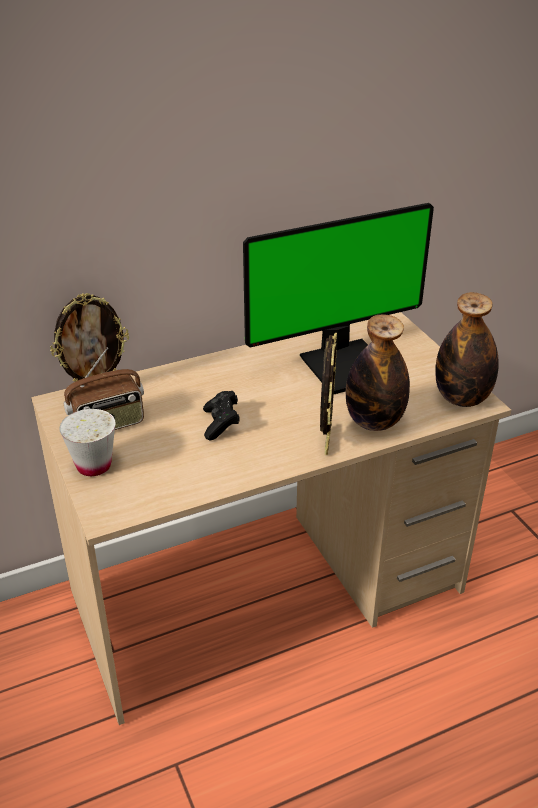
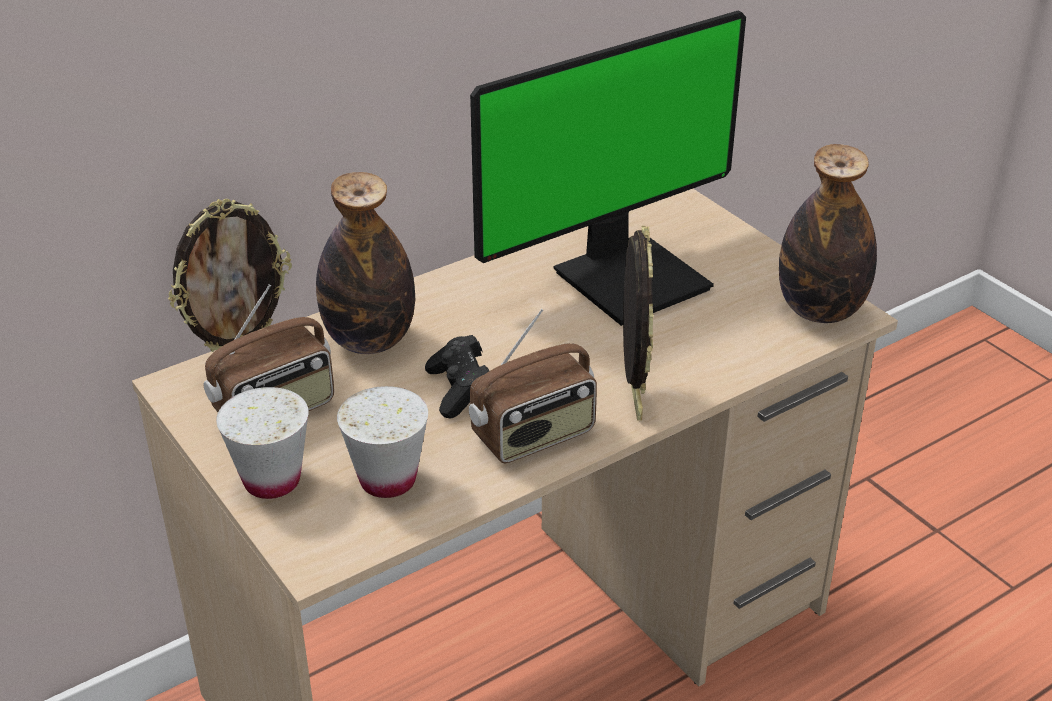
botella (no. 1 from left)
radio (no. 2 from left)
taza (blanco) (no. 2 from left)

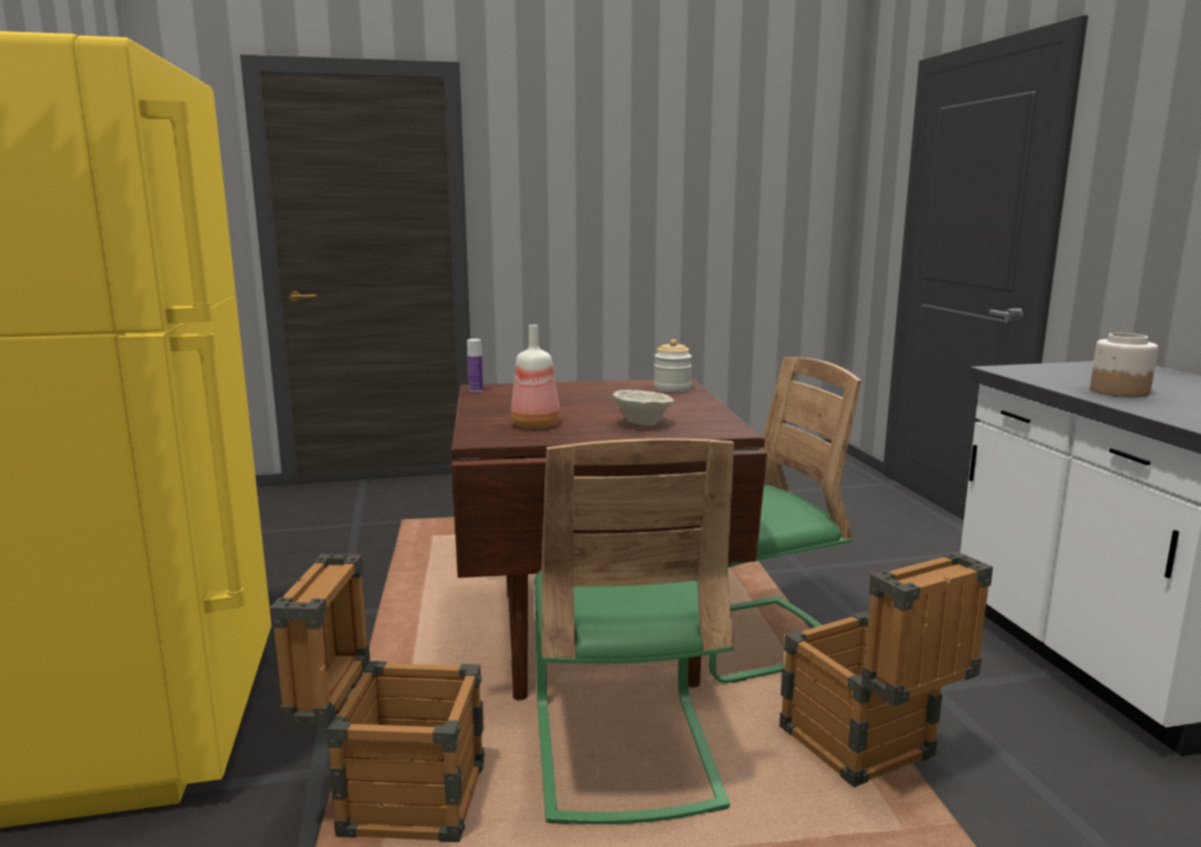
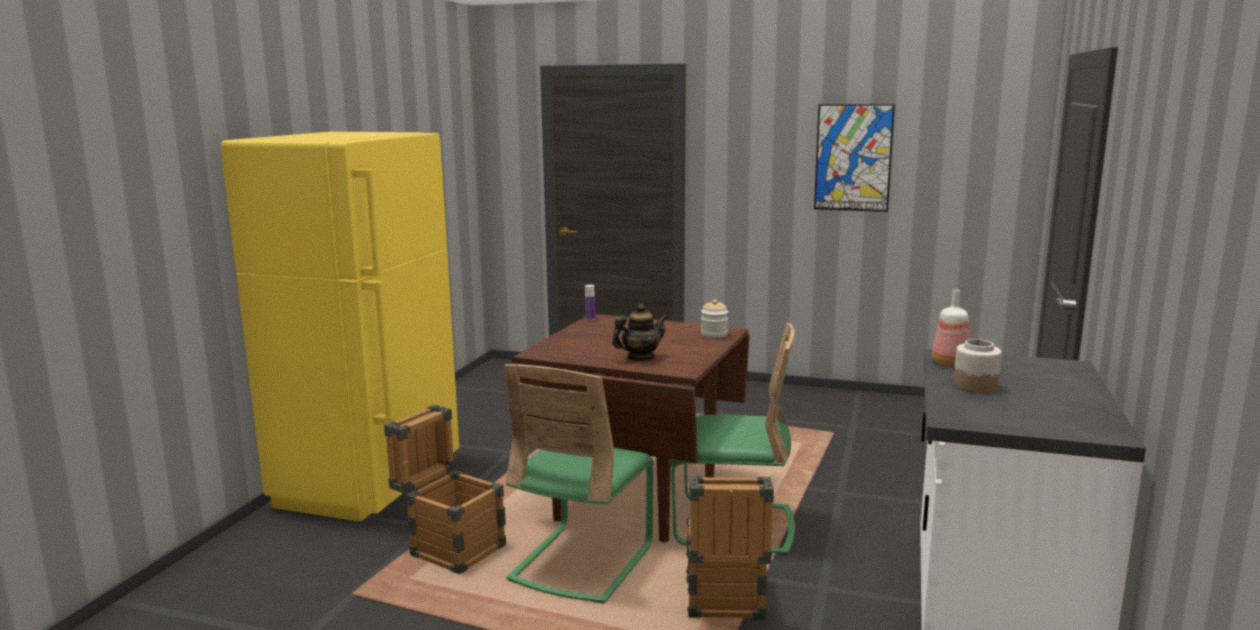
botella (no. 2 from left)
tetera
cuadro

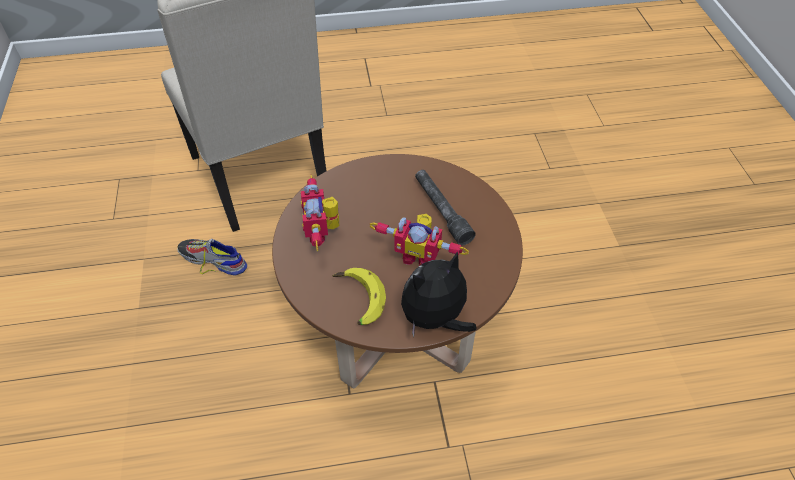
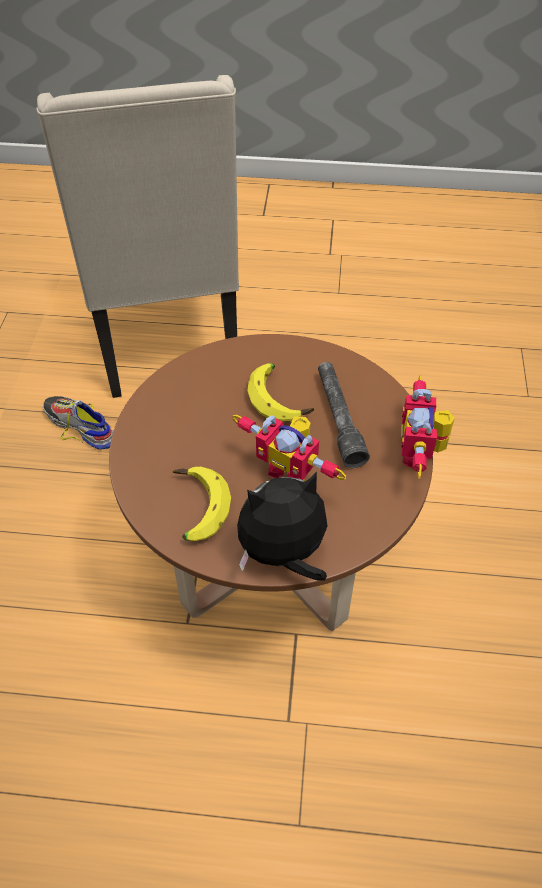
robot de juguete (no. 2 from left)
plátano (no. 2 from left)

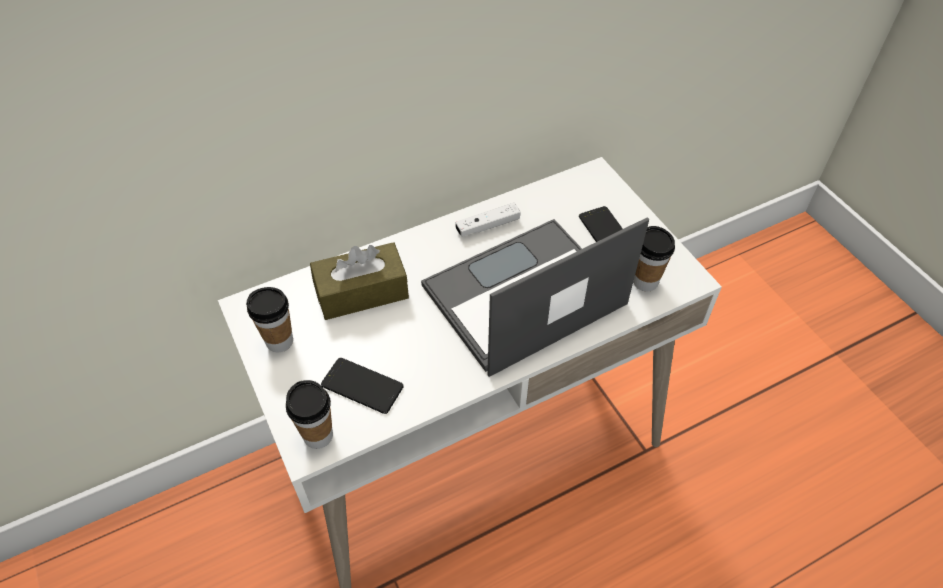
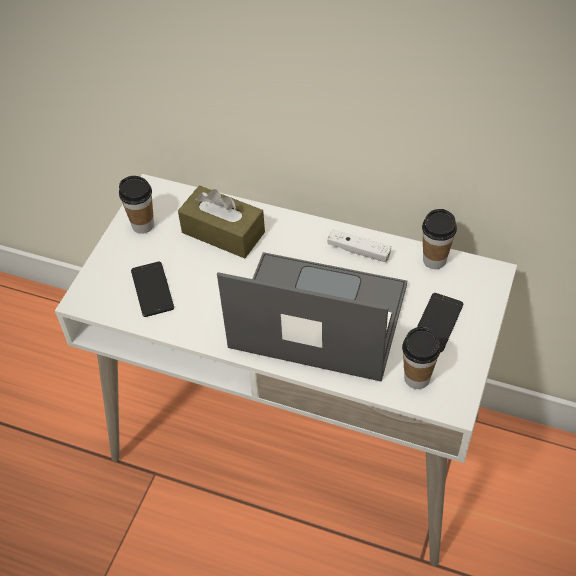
taza (no. 3 from left)

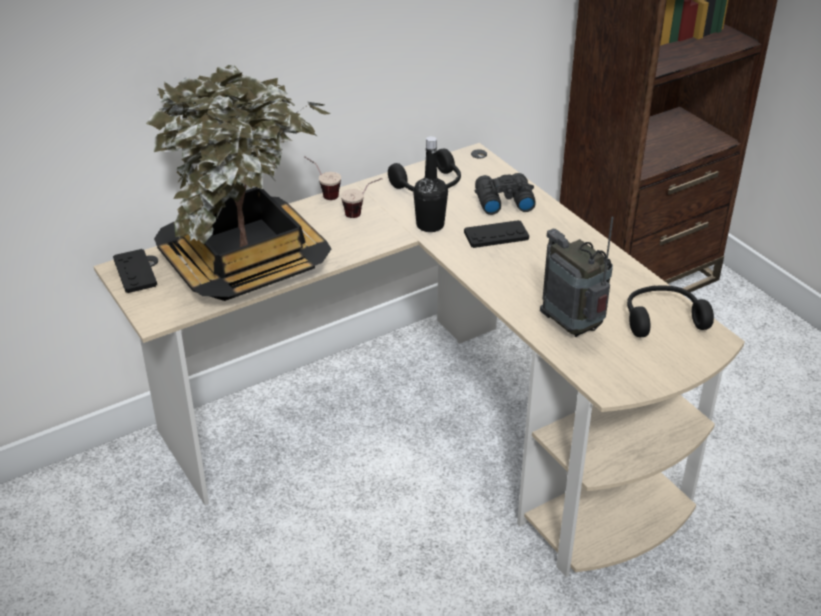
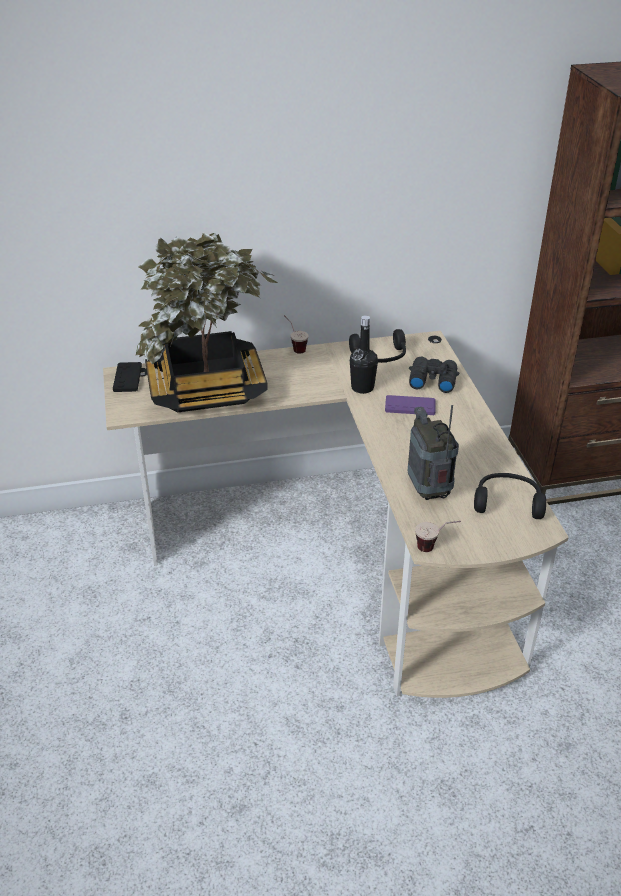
taza (no. 2 from left)
mando de consola (morado)

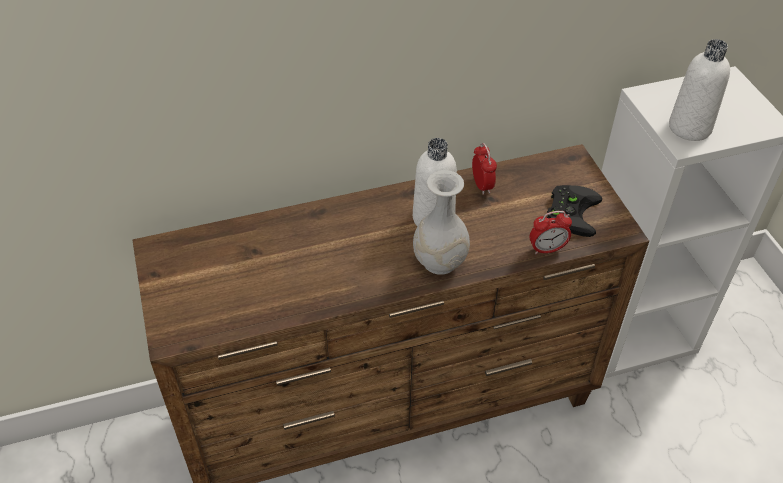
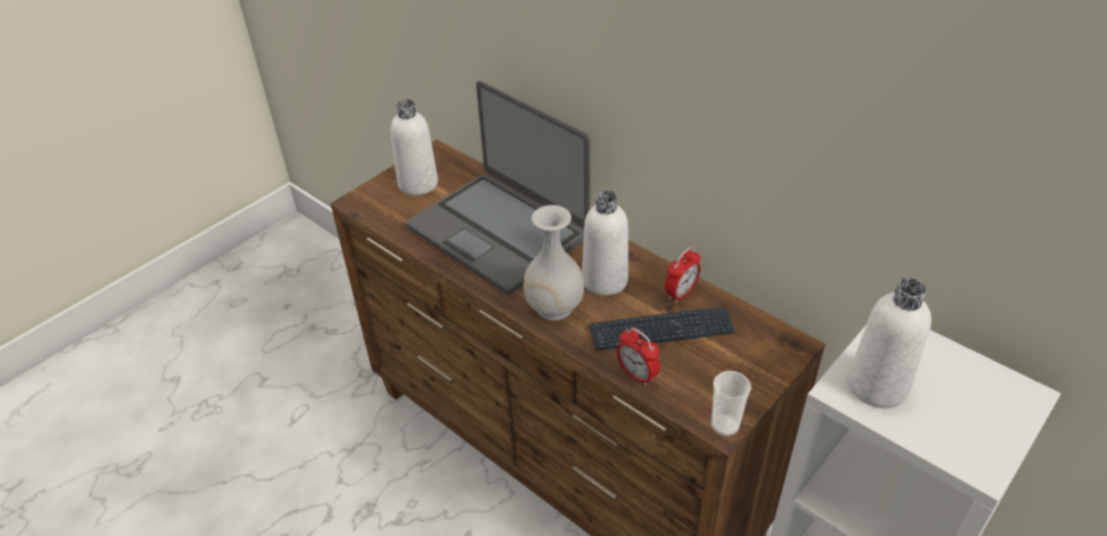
mando de consola (negro)
portátil
botella (blanco) (no. 1 from left)
teclado
taza

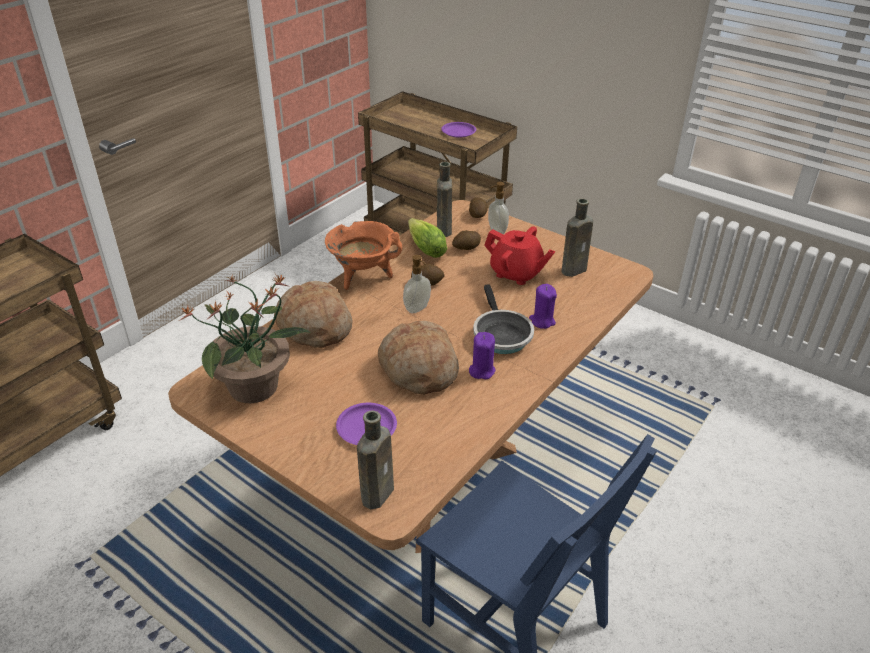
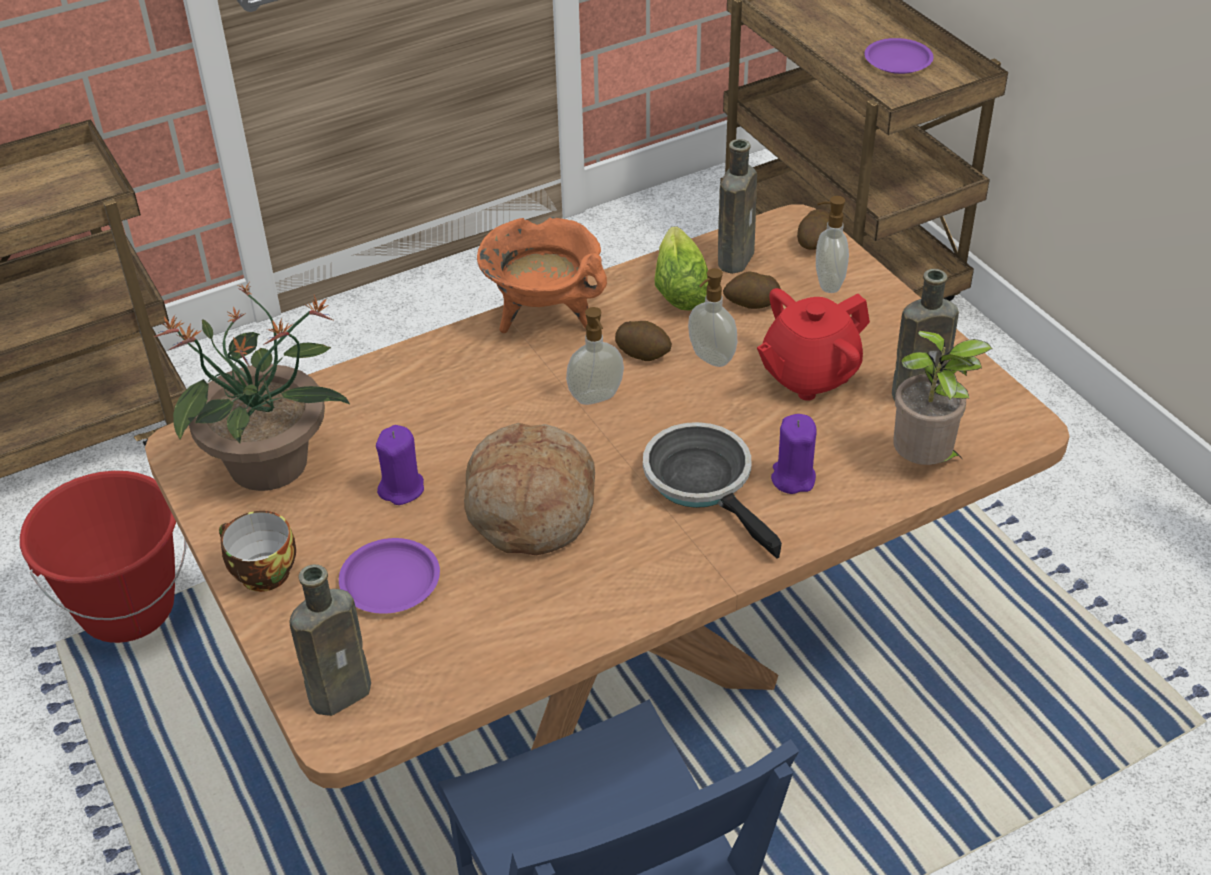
tetera (rojo)
pan (no. 1 from left in the first image)
sartén
vela (morado) (no. 1 from left)
dispensador de jabón (no. 2 from left)
planta en maceta (no. 2 from left)
cubo (rojo)
taza

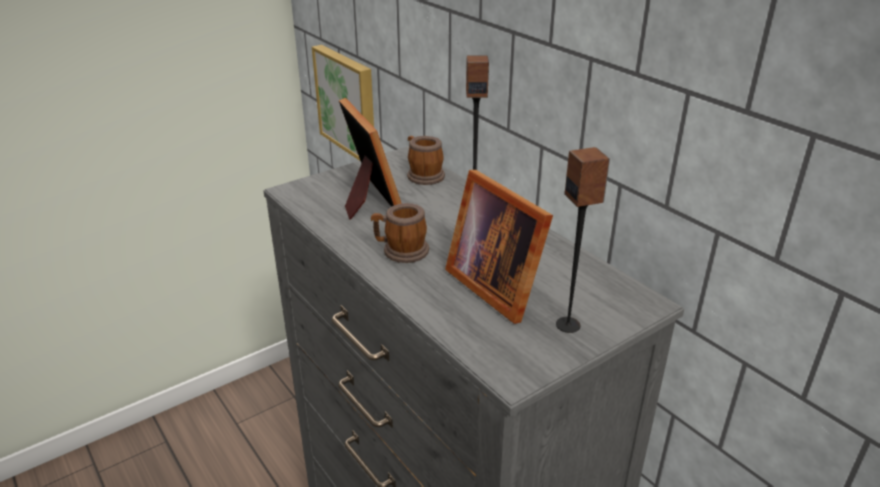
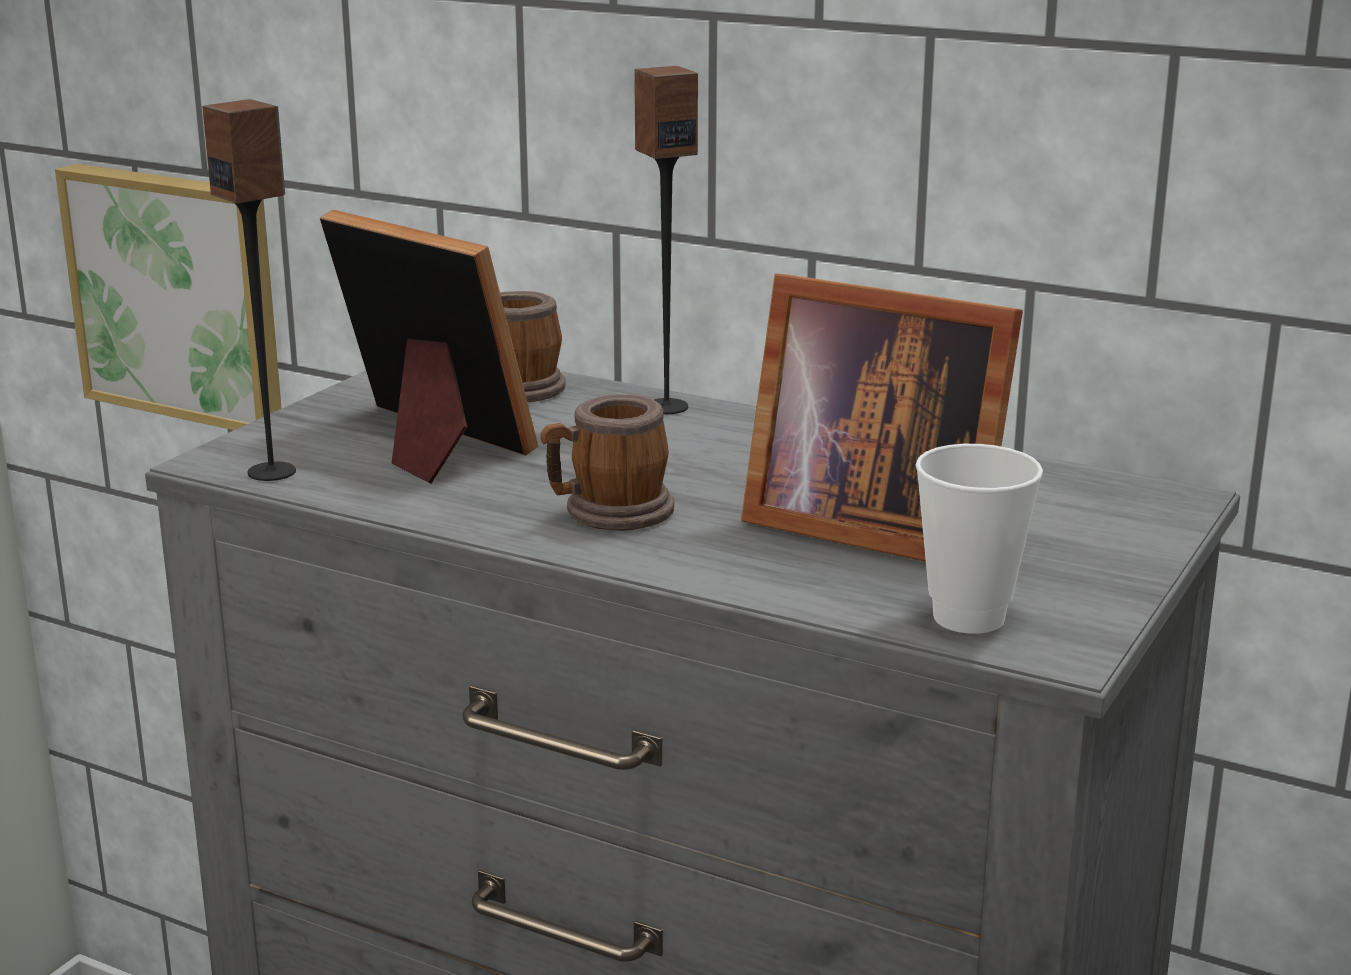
altavoz (no. 1 from left)
taza

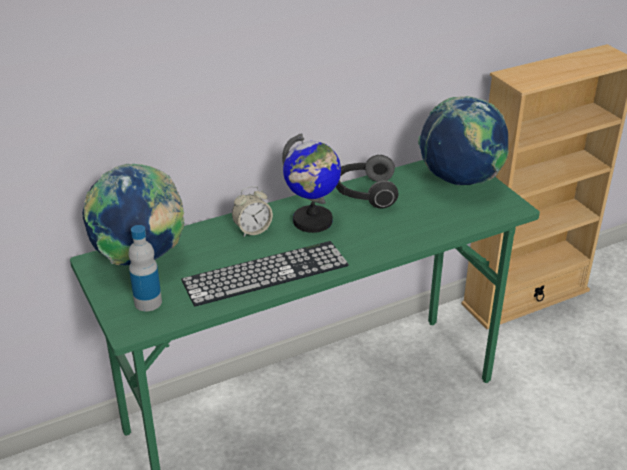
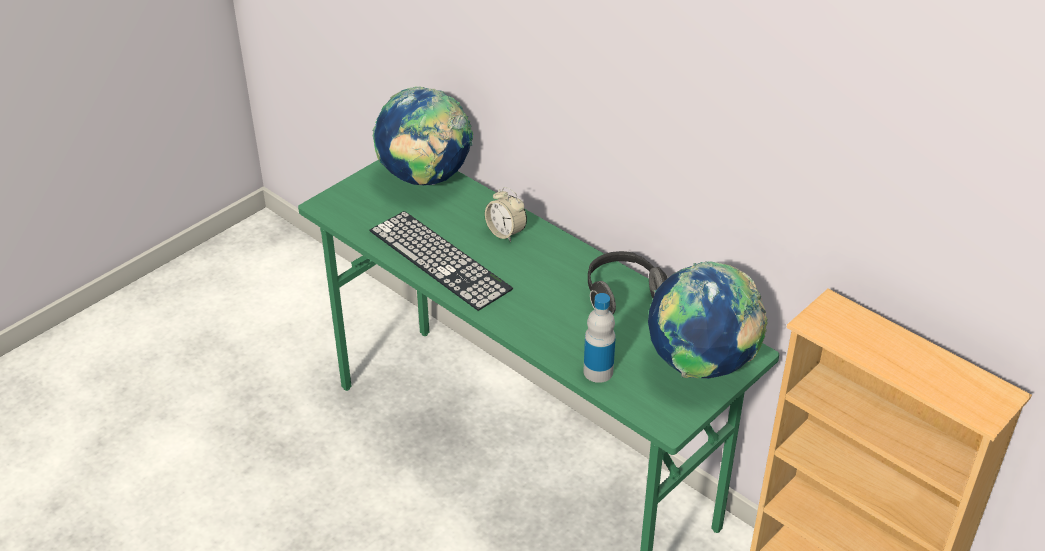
globo terráqueo (no. 2 from left in the first image)
botella

